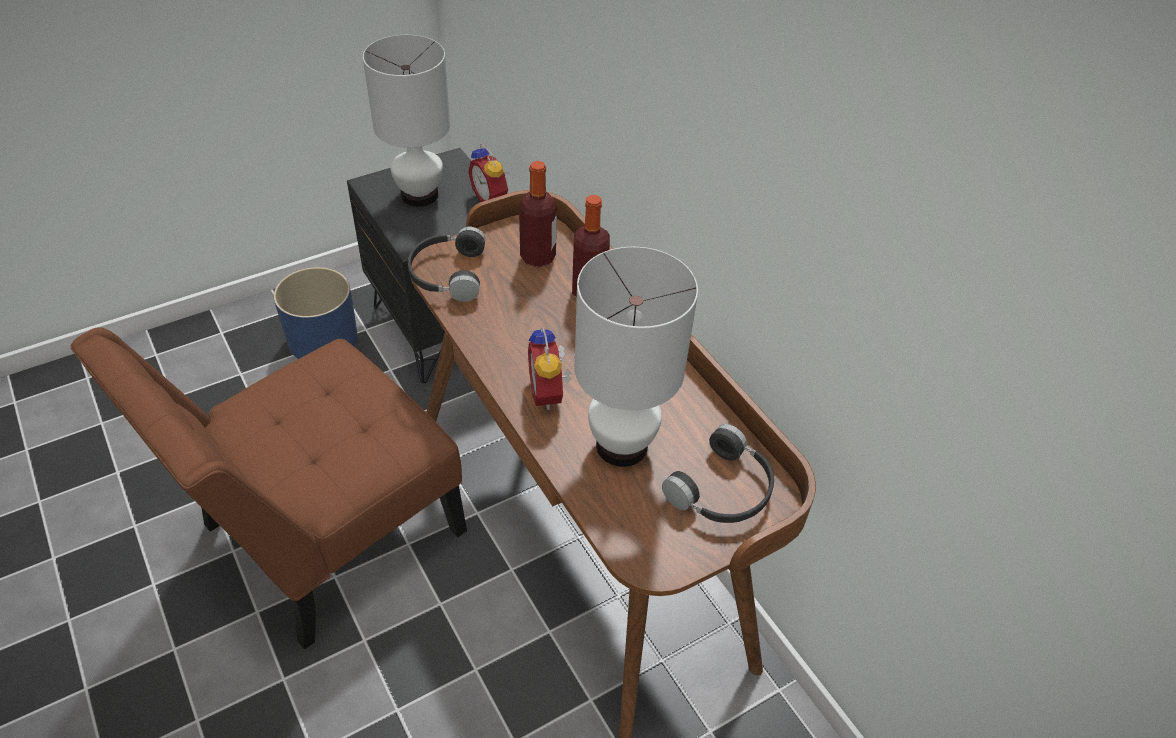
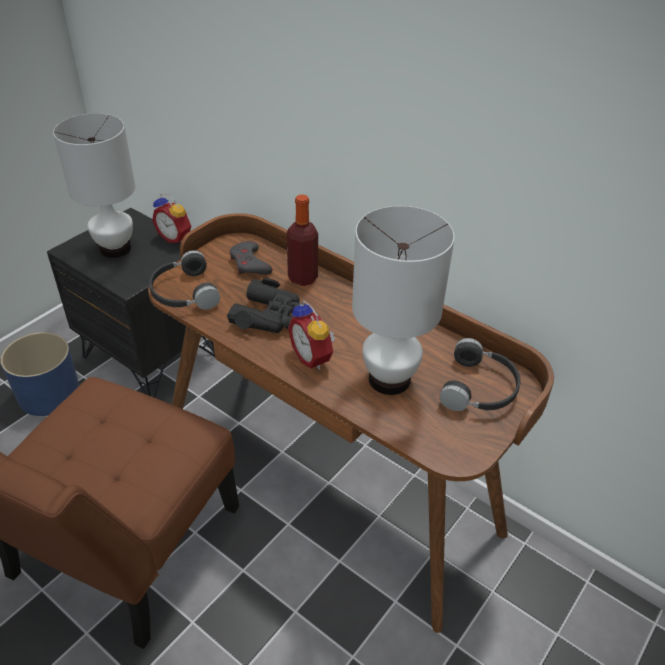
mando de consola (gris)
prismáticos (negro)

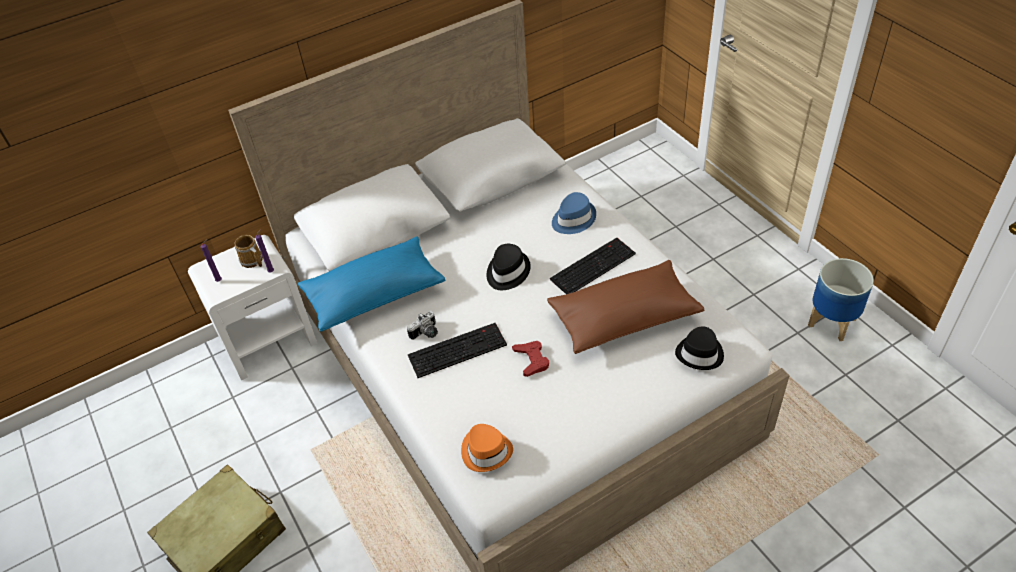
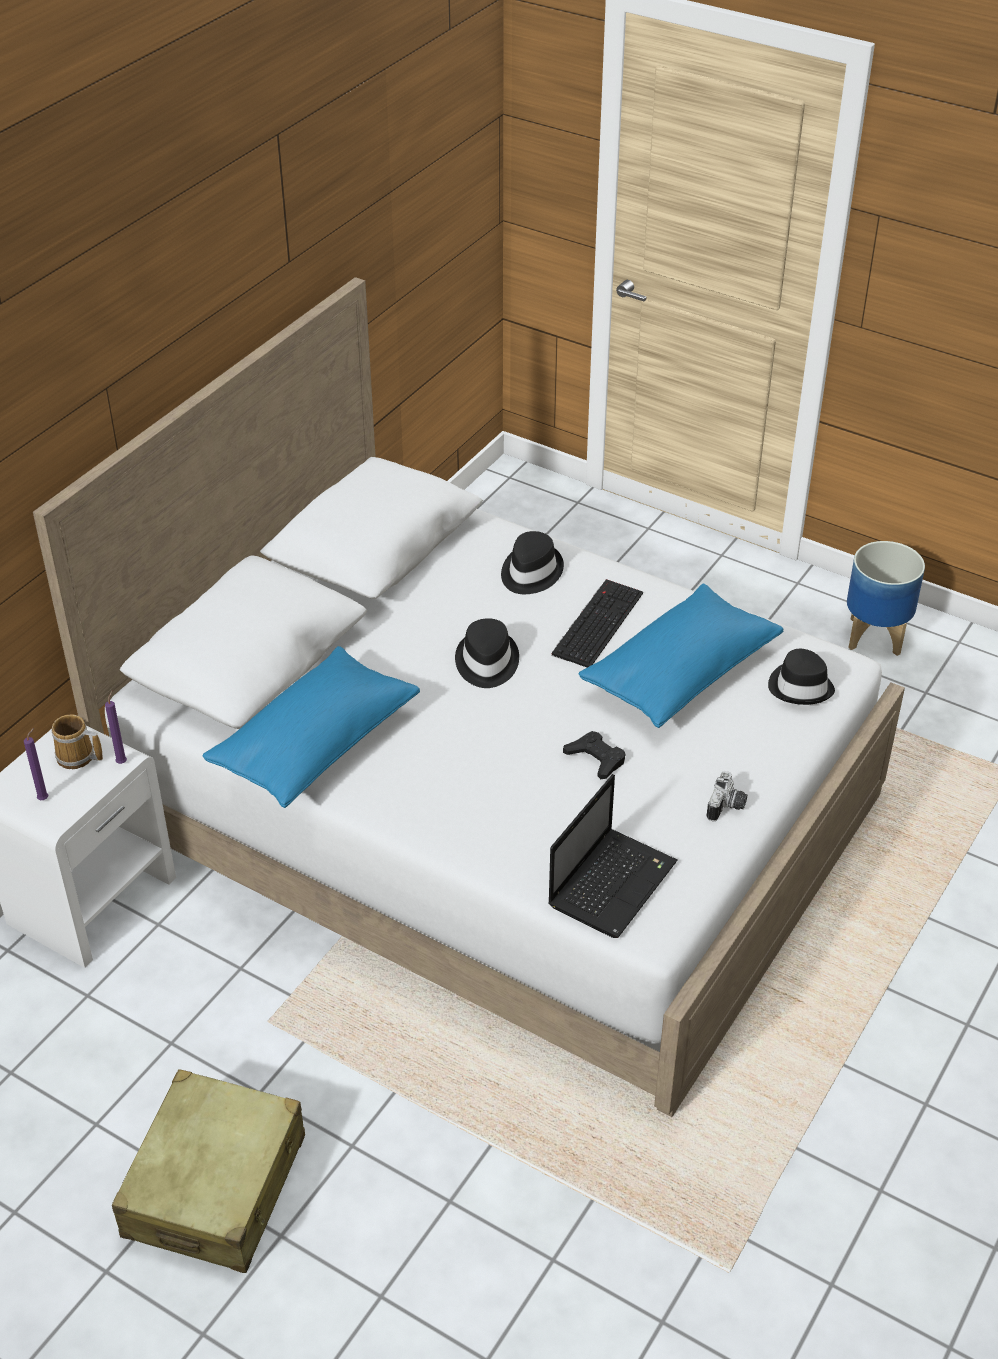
sombrero (negro) (no. 2 from left)
cojín (azul) (no. 2 from left)
cámara
teclado (no. 1 from left in the first image)
mando de consola (negro)
portátil

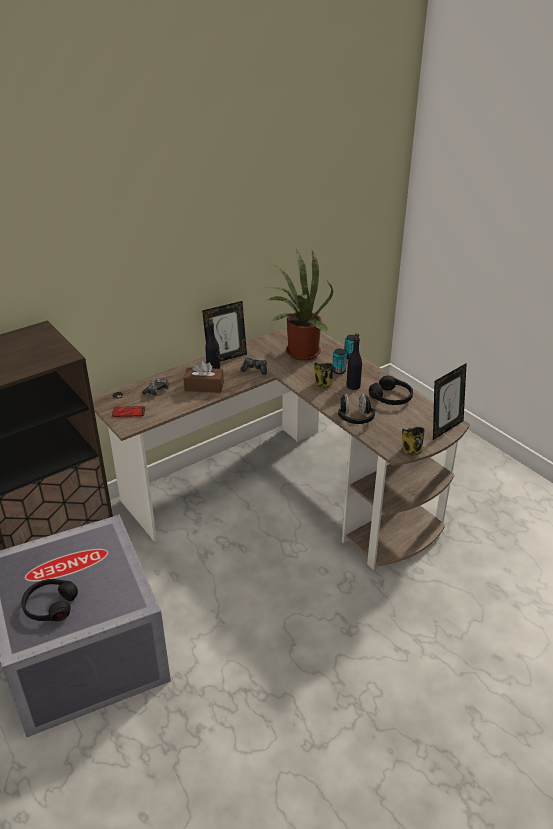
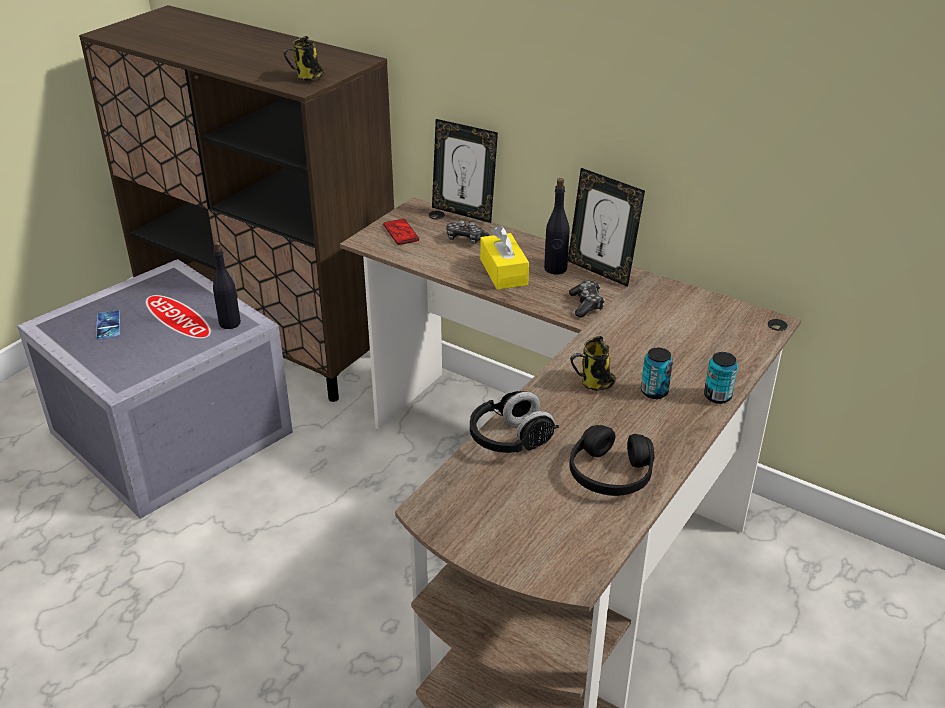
planta en maceta
botella (negro) (no. 1 from left)
caja de pañuelos (amarillo)
portarretratos (no. 1 from left)
taza grande (no. 1 from left)
móvil (no. 1 from left)

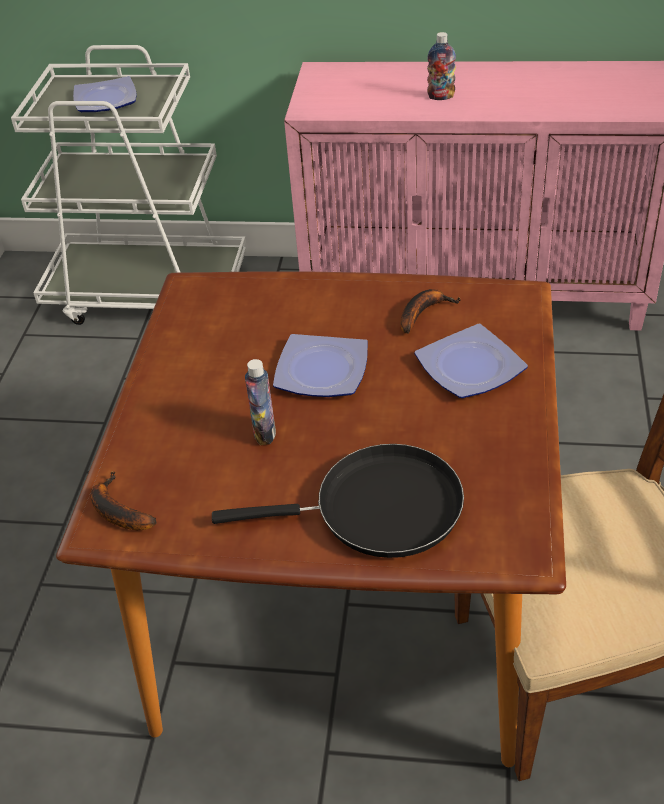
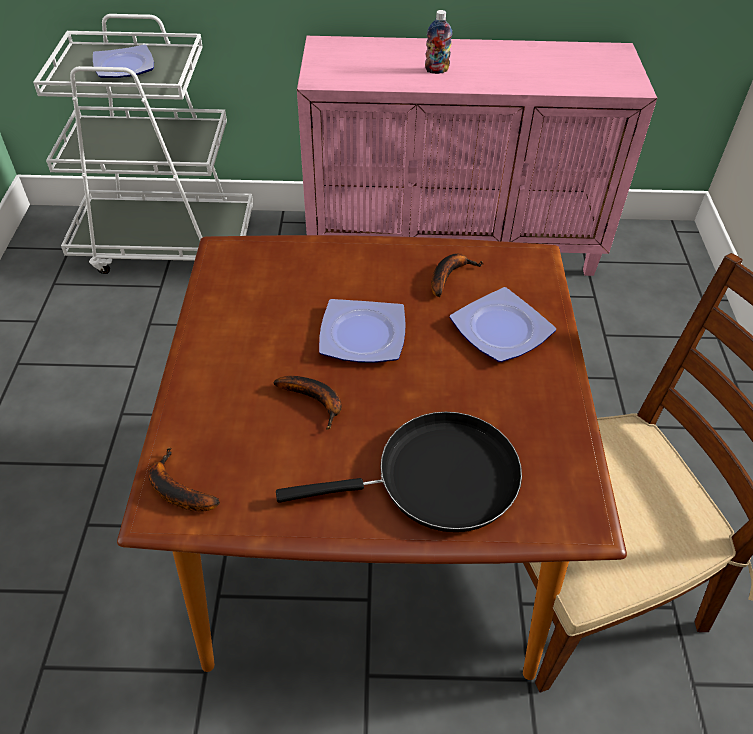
plátano (no. 2 from left)

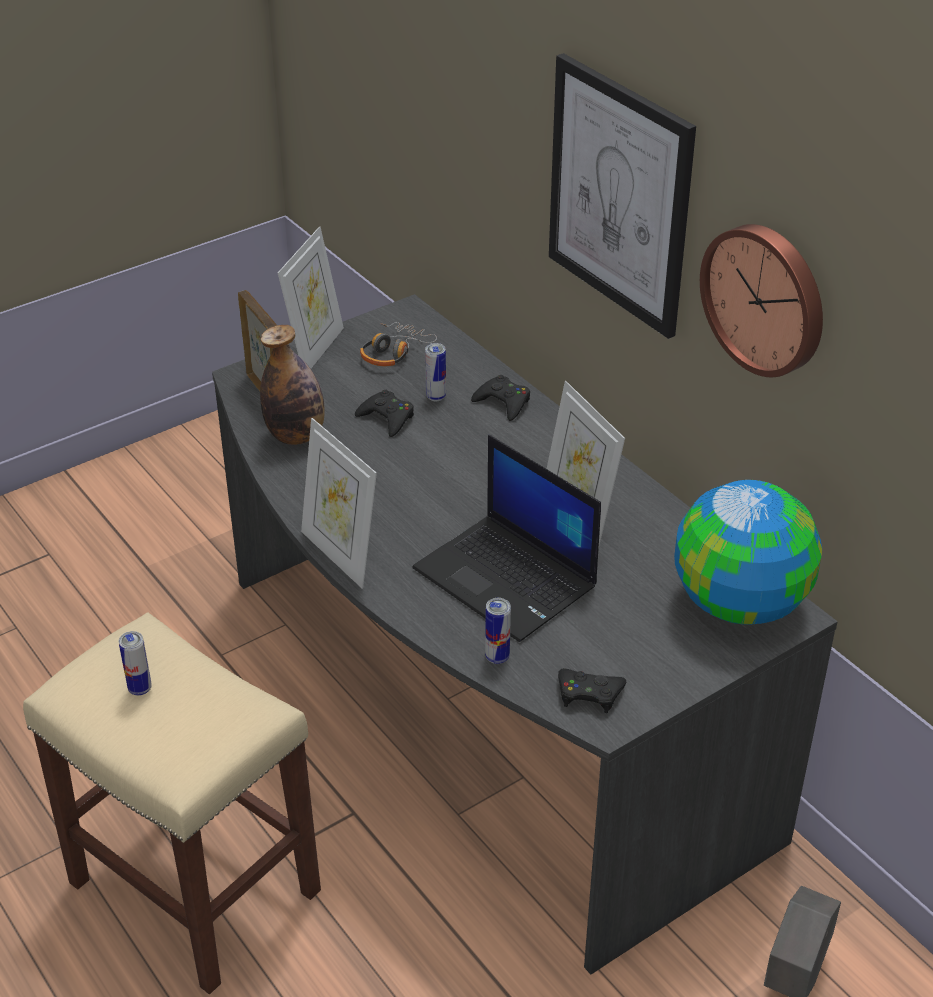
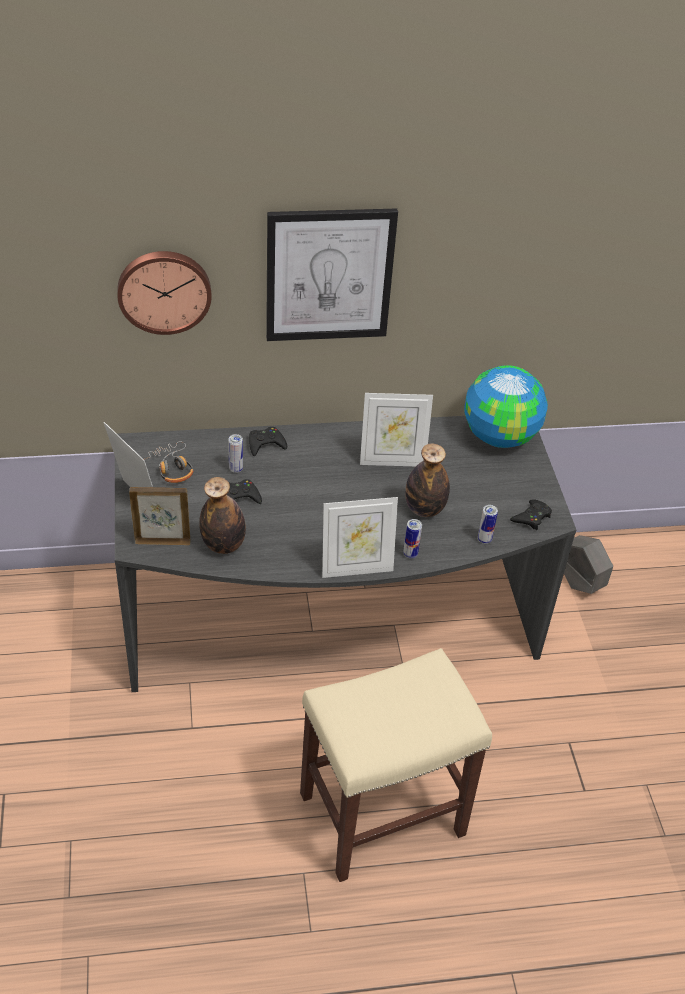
reloj de pared
botella (no. 2 from left)
lata (no. 2 from left)

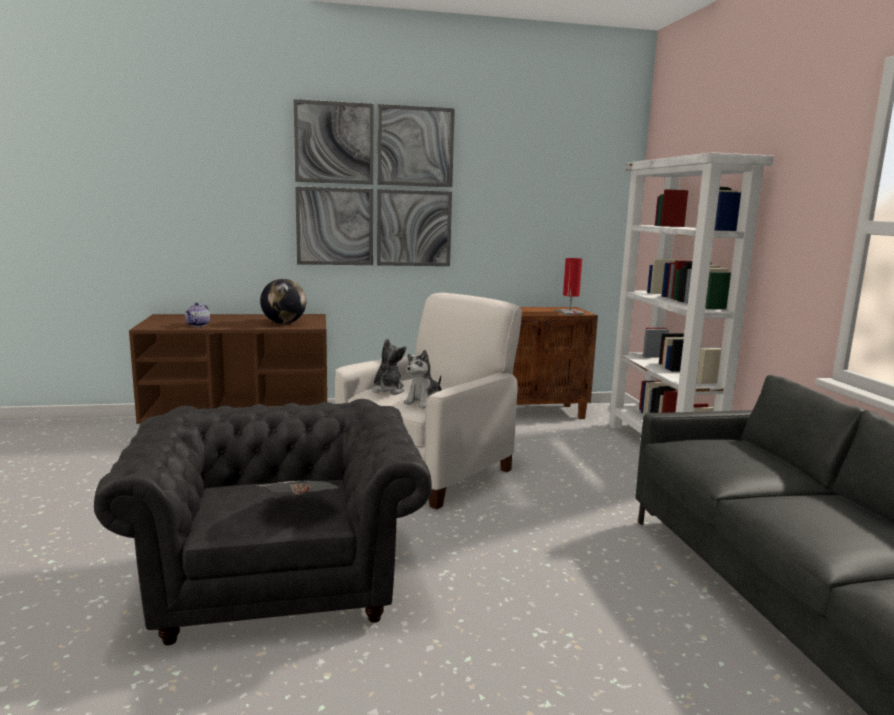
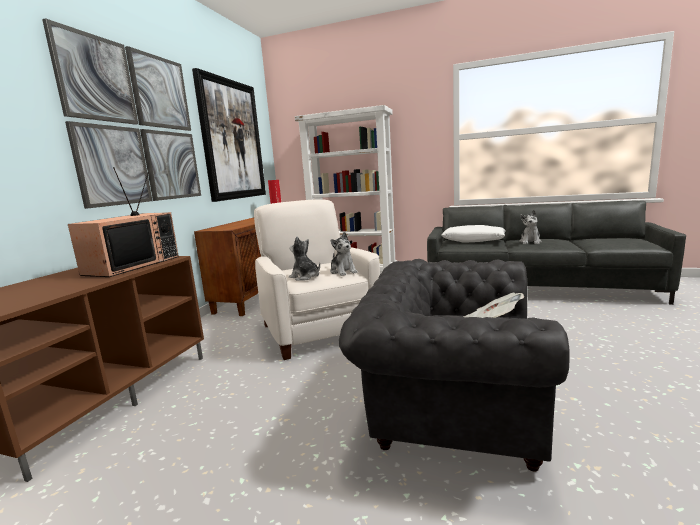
televisor
tetera
cuadro (no. 2 from left)
peluche (no. 3 from left)
cojín (blanco)

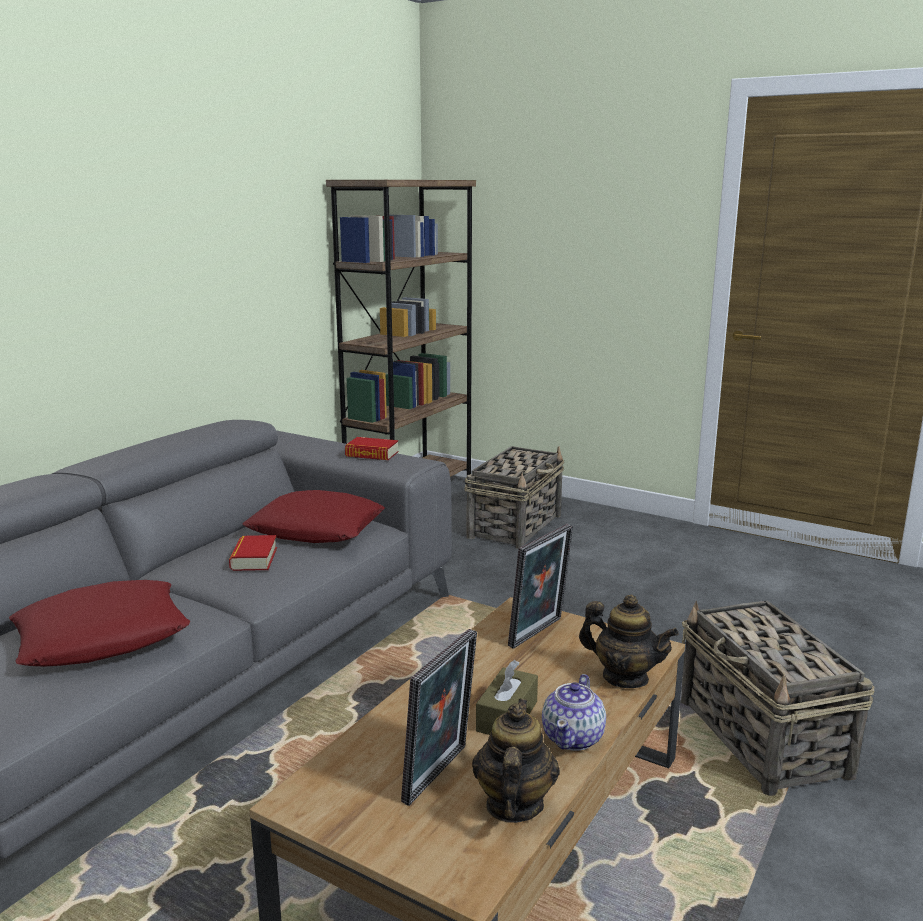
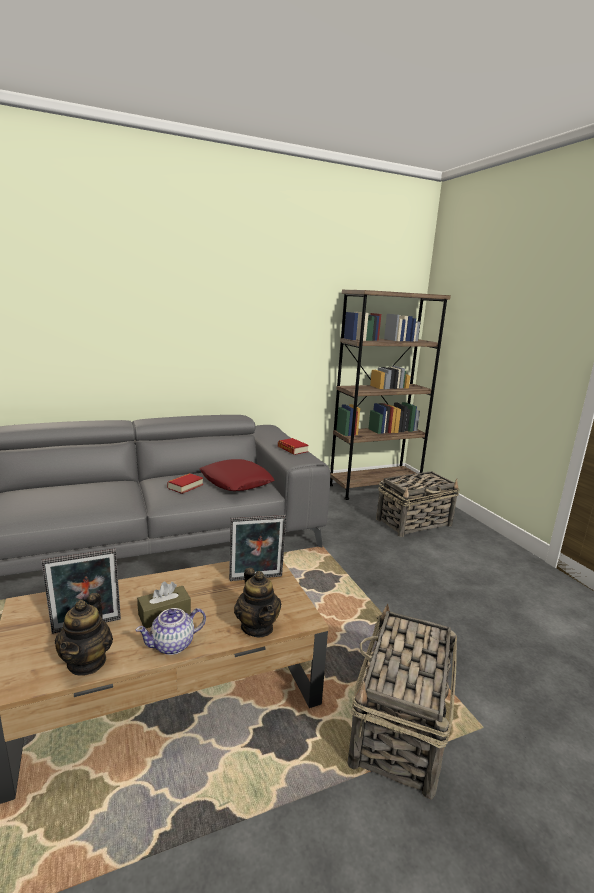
cojín (rojo) (no. 1 from left in the first image)
tetera (no. 1 from left)

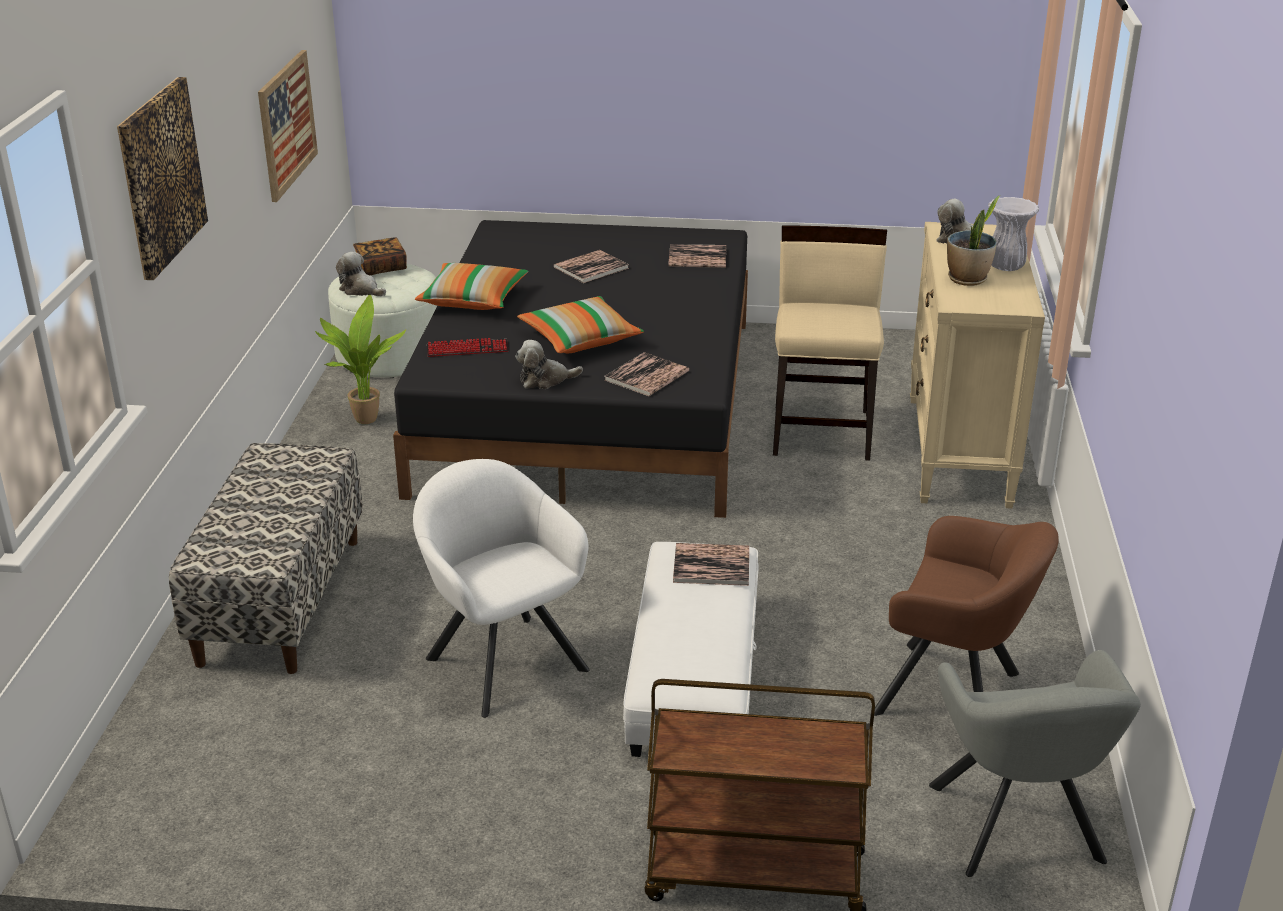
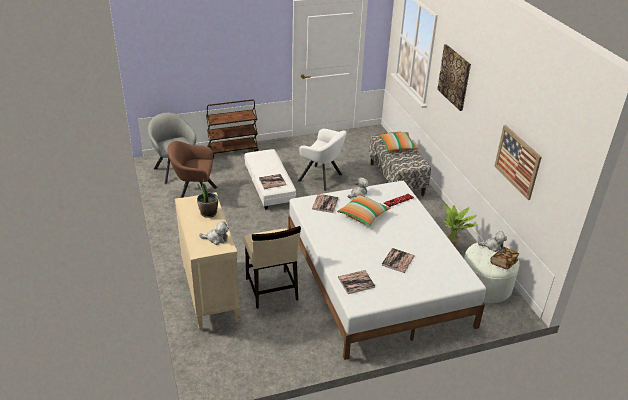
florero (blanco)
cama (blanco)
cojín (no. 2 from left)

